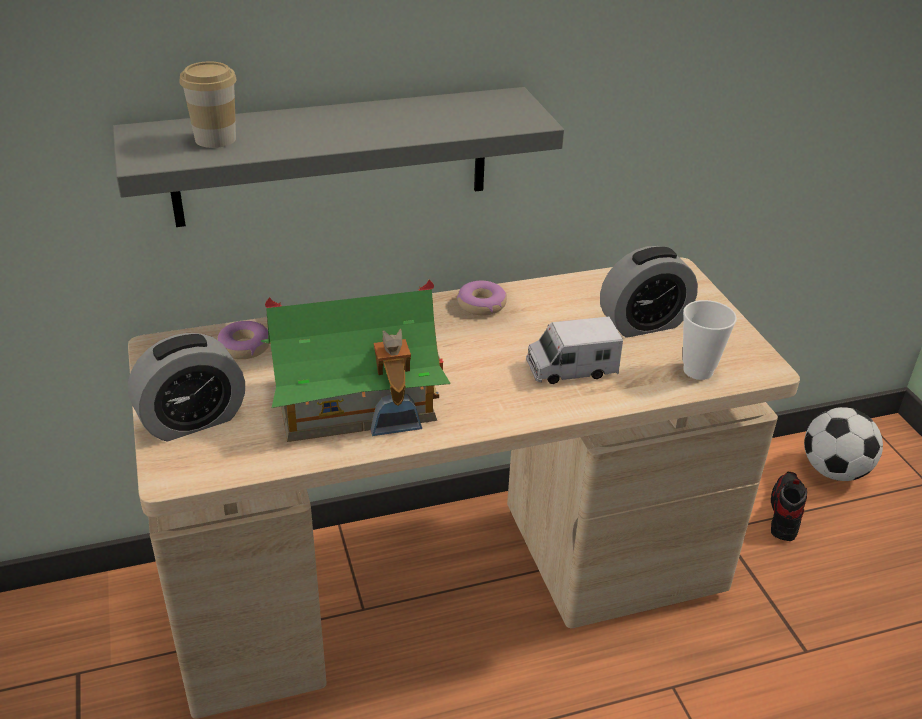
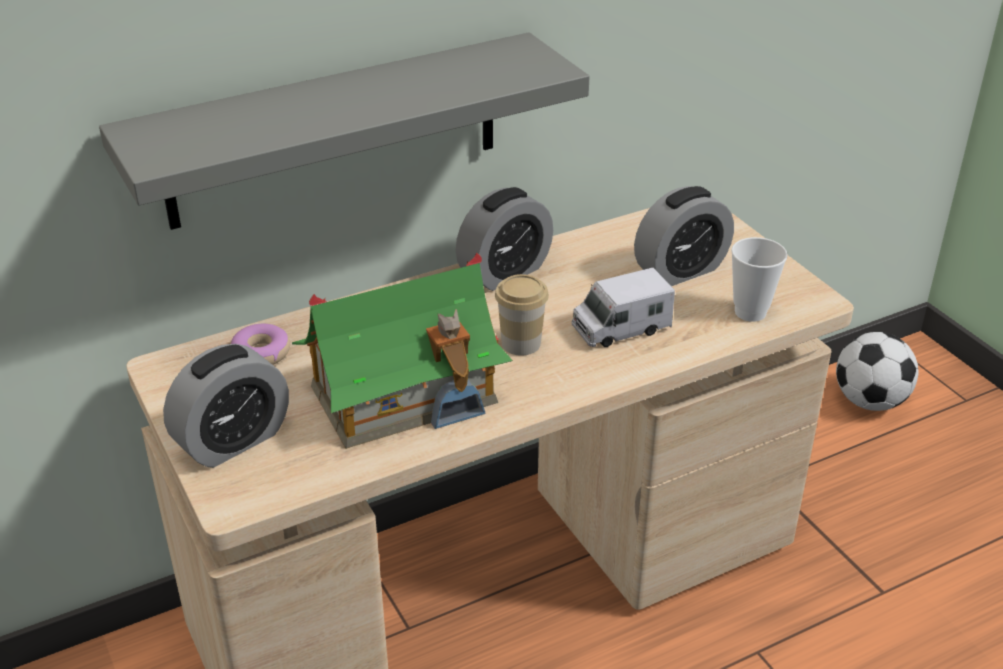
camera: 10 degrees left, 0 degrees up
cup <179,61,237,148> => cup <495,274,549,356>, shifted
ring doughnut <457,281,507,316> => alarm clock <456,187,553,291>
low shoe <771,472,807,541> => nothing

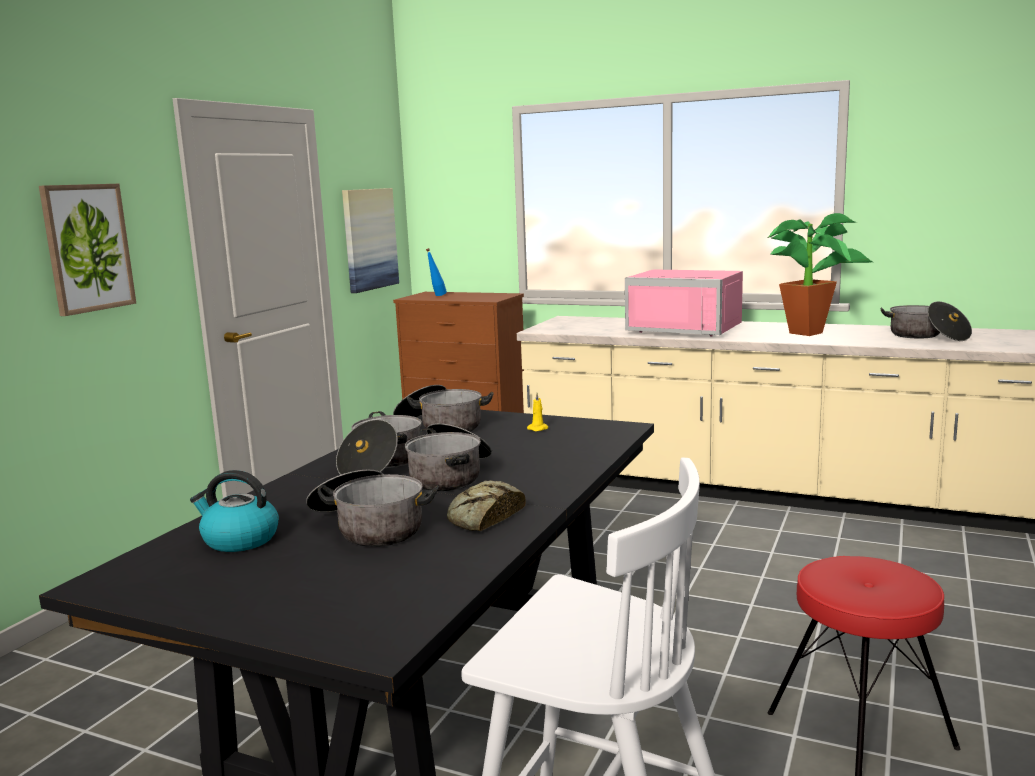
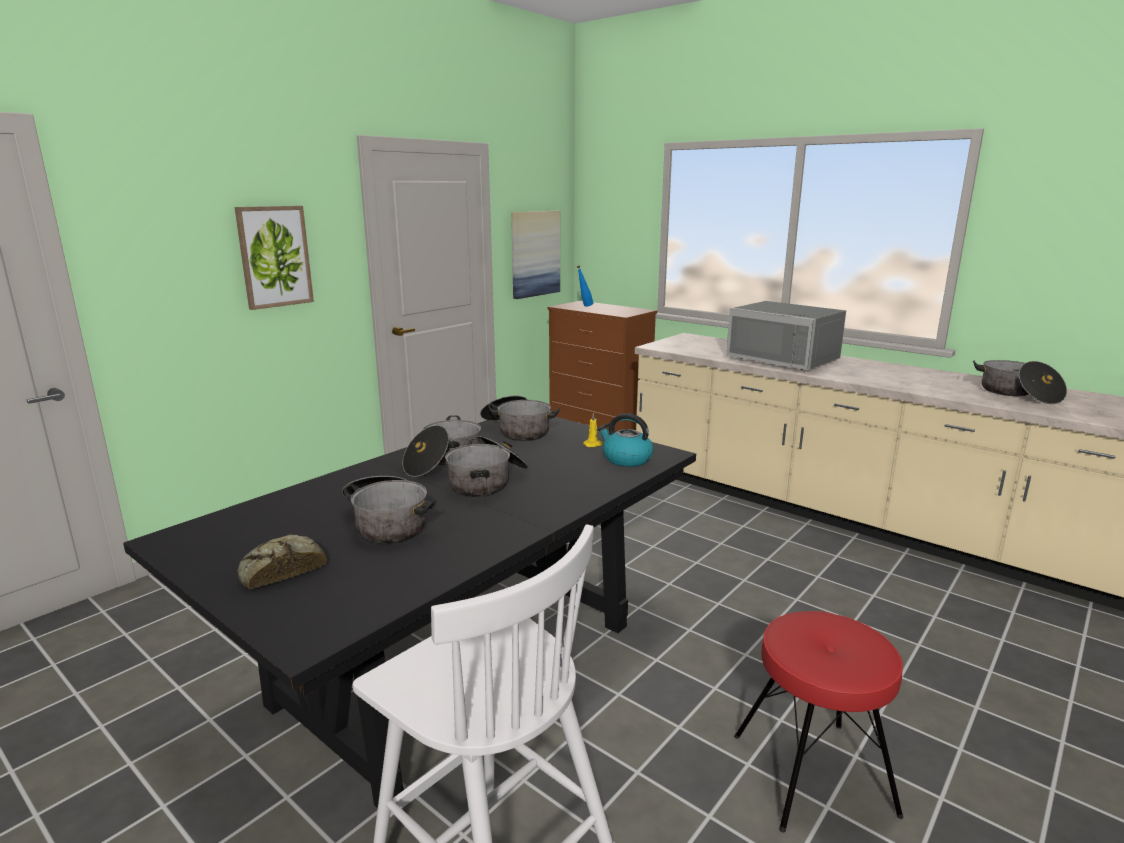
camera: 15 degrees right, 5 degrees up
potted plant <768,213,873,336> => nothing
pinkish kitchen microwave <625,269,743,336> => gray kitchen microwave <726,301,846,370>
kettle <190,470,279,552> => kettle <598,413,653,467>, shifted
baked bread <447,480,525,531> => baked bread <238,534,327,589>, shifted

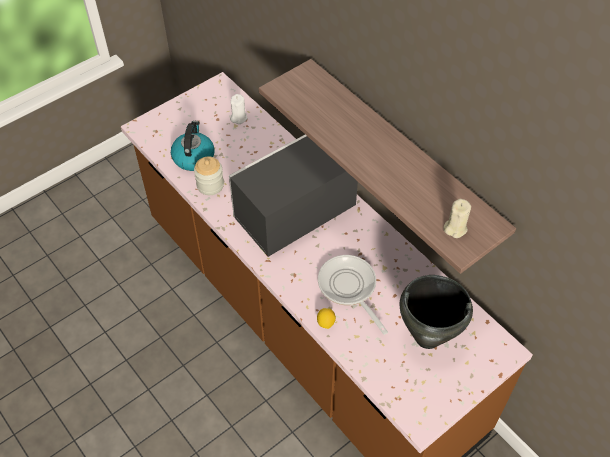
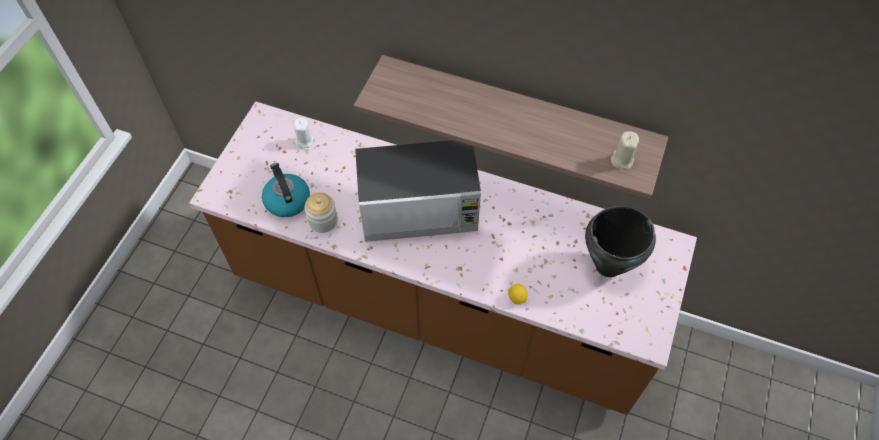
camera: 30 degrees left, 5 degrees up
kitchen microwave <229,135,358,257> => kitchen microwave <355,140,481,242>, 120 degrees counterclockwise
pan <318,255,388,335> => nothing

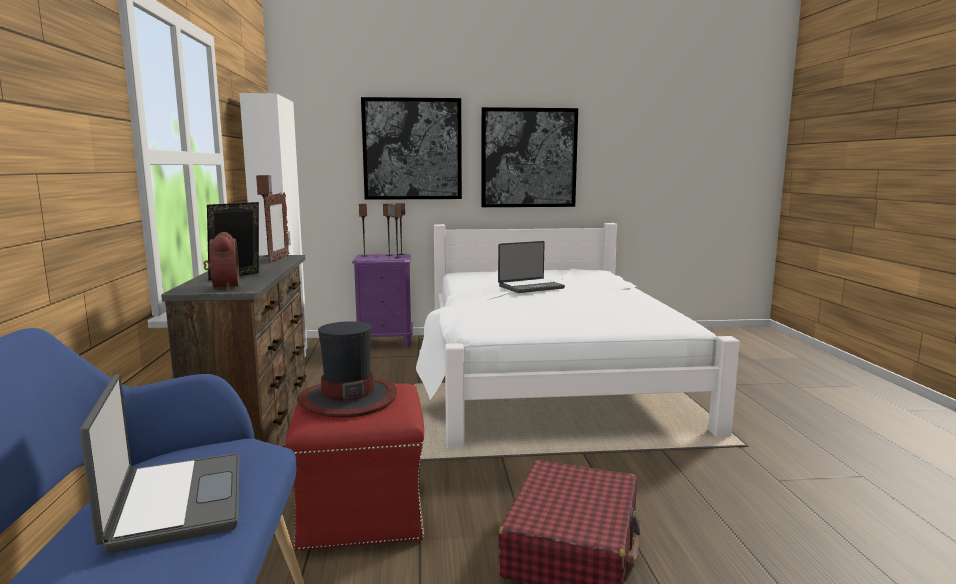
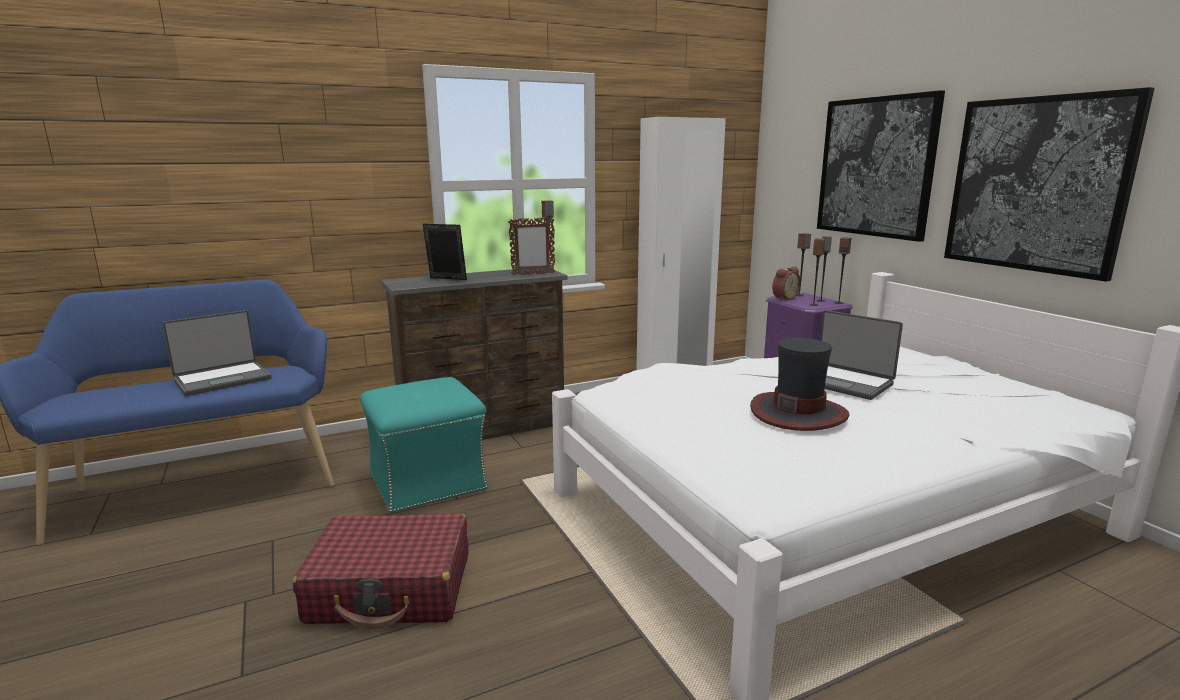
camera: 70 degrees right, 5 degrees up
alarm clock <203,232,239,290> => alarm clock <772,267,801,301>, shifted
hat <297,321,397,418> => hat <750,338,850,431>, shifted
red footrest <285,383,424,551> => blue-green footrest <360,377,488,513>

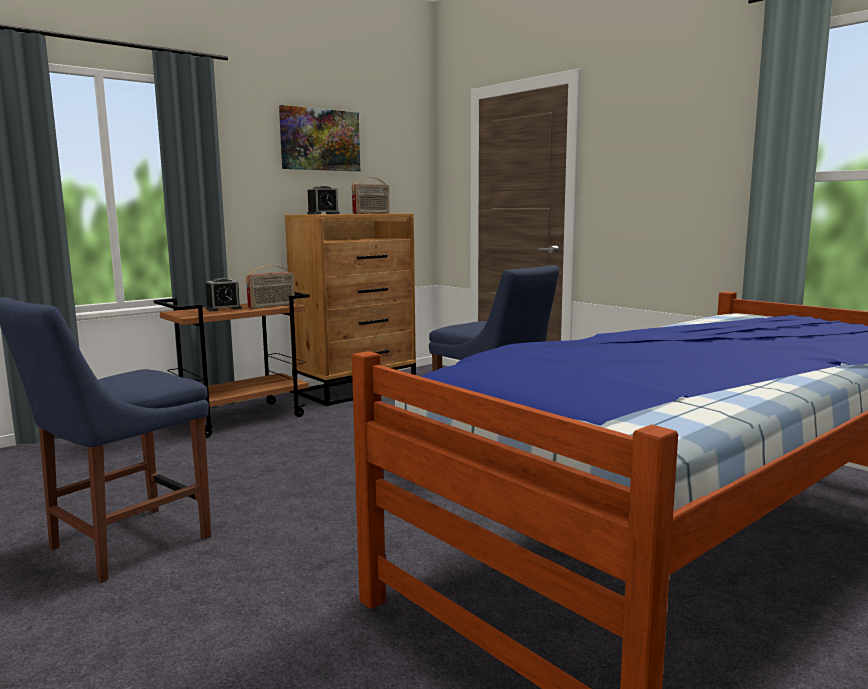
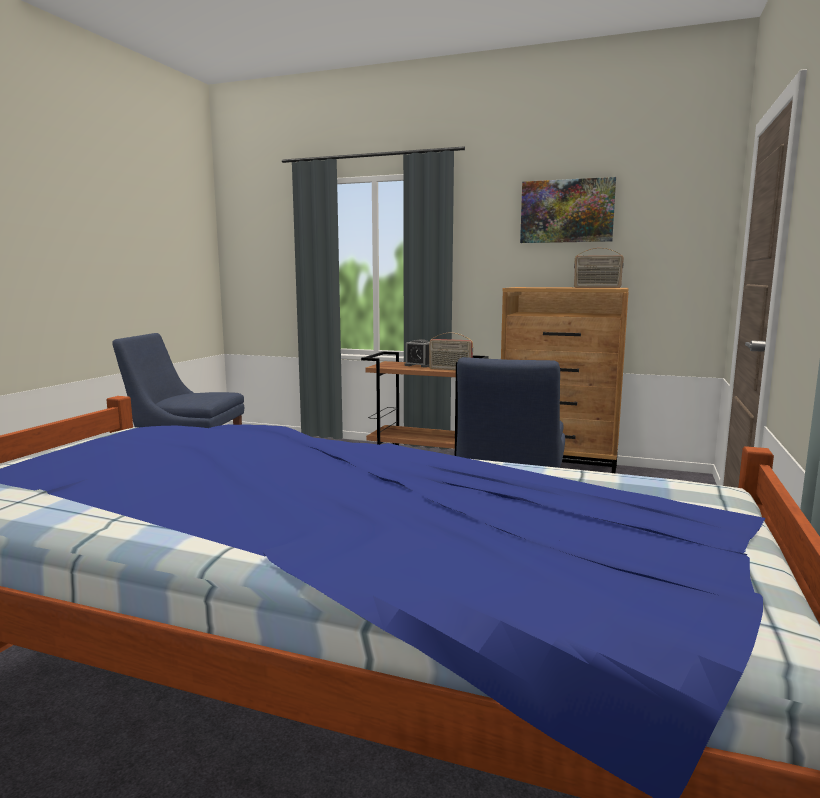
camera: 60 degrees right, 0 degrees up
alarm clock <307,186,340,214> => nothing

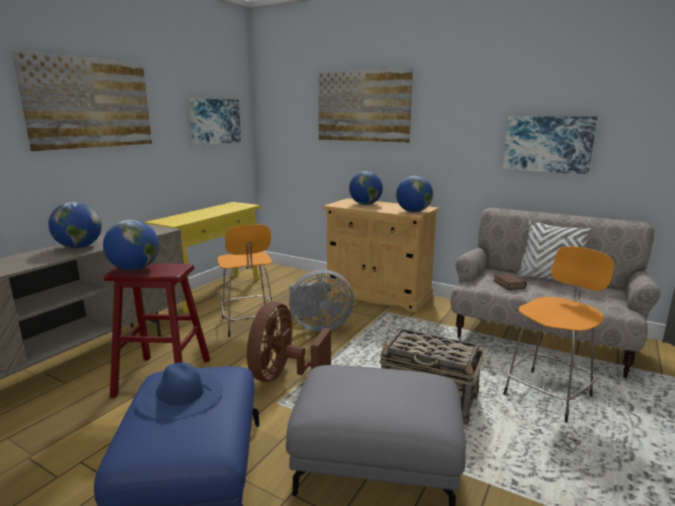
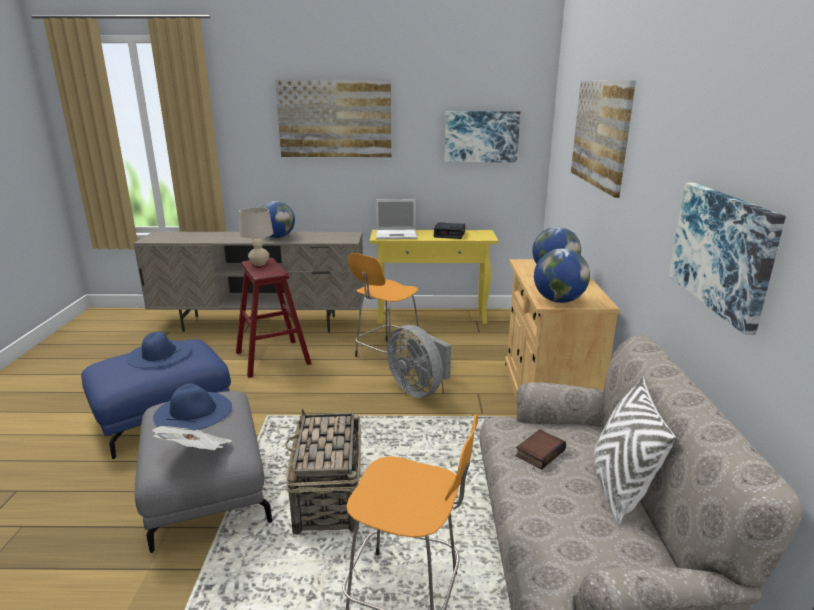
camera: 60 degrees right, 5 degrees up
world globe <103,220,159,271> => sand-coloured lamp for a table <239,207,273,266>
brown-coloured electric fan <247,302,331,382> => nothing
nothing => notebook computer <376,199,418,239>
nothing => alarm clock <434,223,465,239>
nothing => blue hat <153,384,232,430>
nothing => printed paper <152,426,232,450>

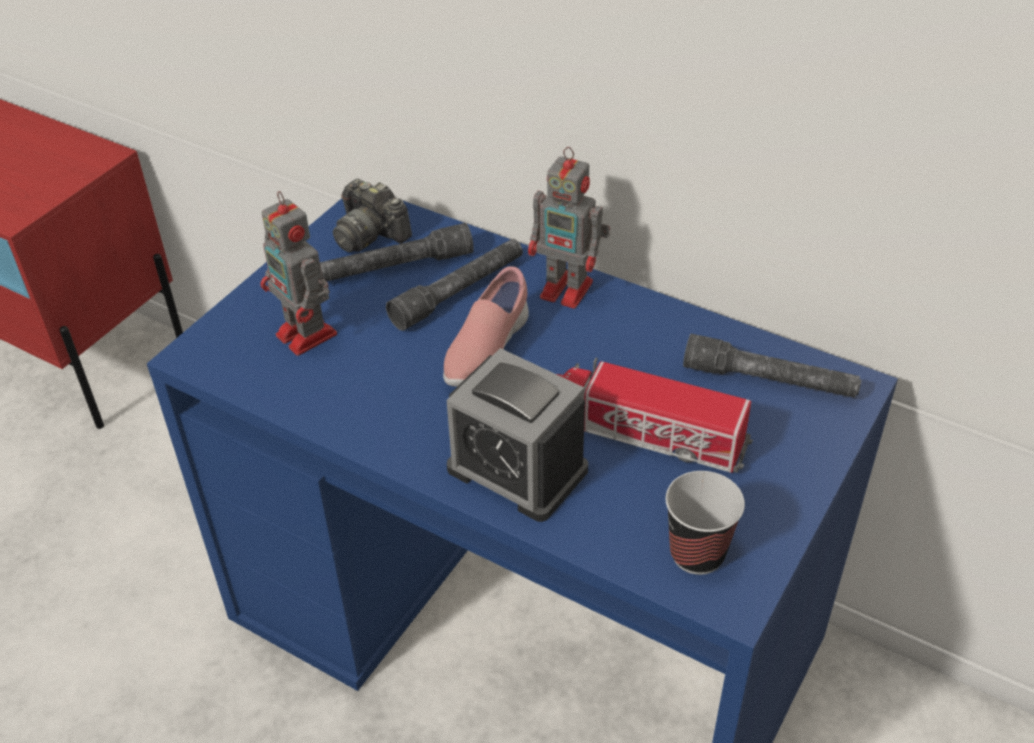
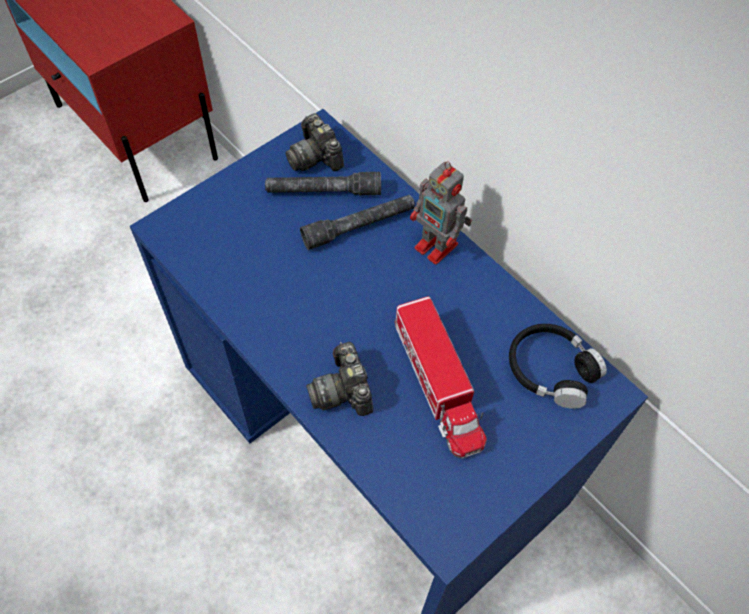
camera: 15 degrees right, 15 degrees up
model robot <260,191,337,356> => nothing
pinkish low shoe <443,266,529,387> => nothing
gray hand torch <683,334,861,398> => blackish headset <509,324,607,409>
alarm clock <447,348,588,522> => still camera <306,342,373,416>
toy truck <557,357,753,473> => toy truck <395,296,487,459>, 150 degrees counterclockwise
cup <666,471,745,575> => nothing

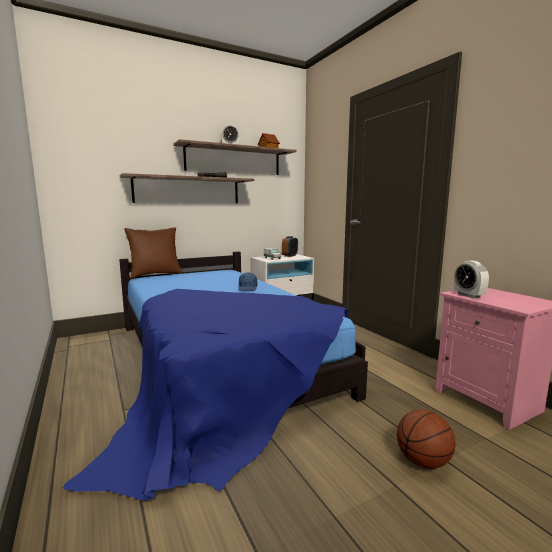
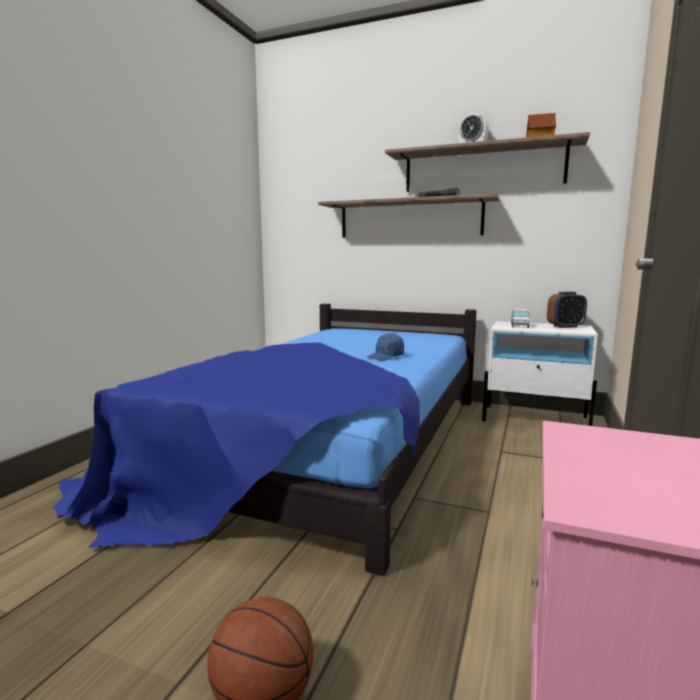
camera: 50 degrees right, 0 degrees up
brown-coloured pillow <124,227,183,279> => nothing
alarm clock <454,260,489,298> => nothing

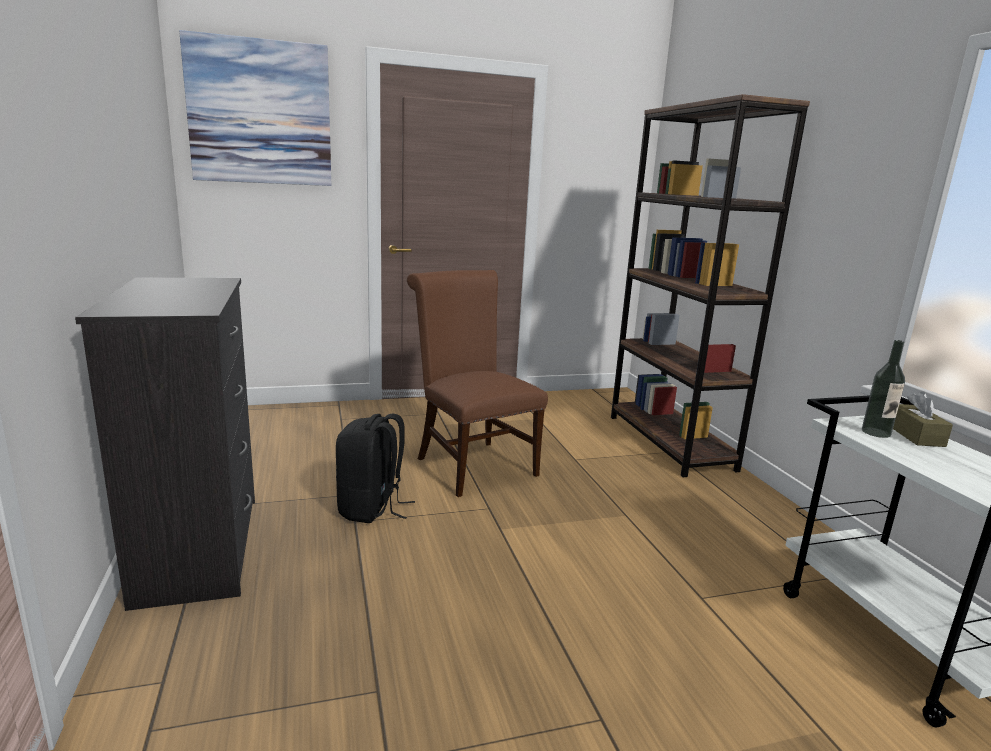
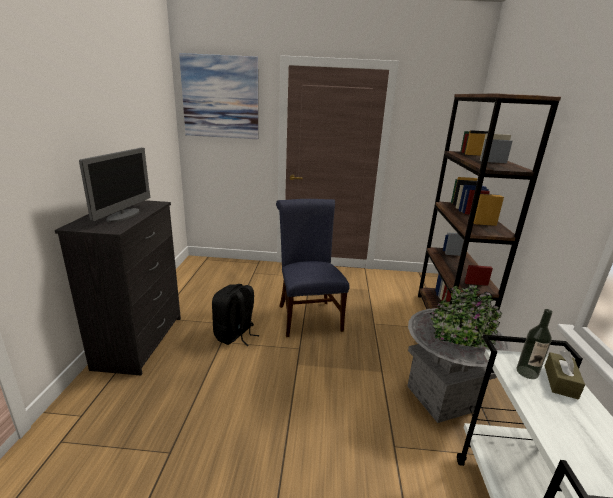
camera: 20 degrees right, 5 degrees up
brown-coloured plain chair <407,270,548,497> => blue plain chair <276,199,349,337>
nothing => computer display <79,148,150,222>
nothing => gray plant pot <407,284,511,423>

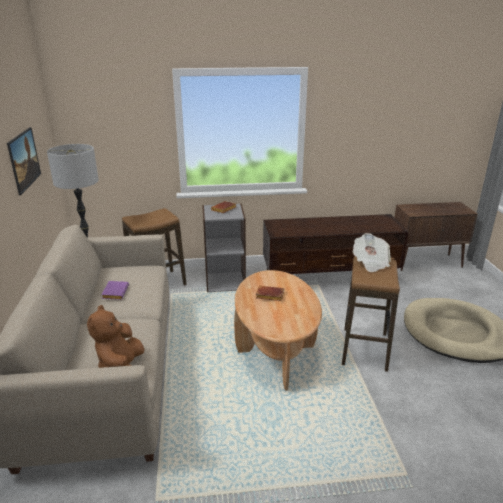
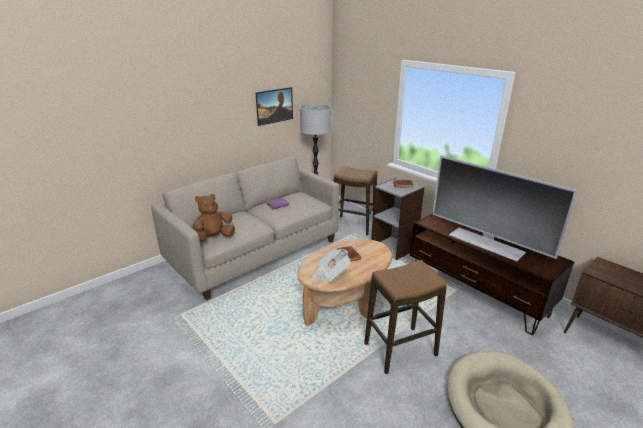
camera: 55 degrees right, 0 degrees up
printed paper <353,233,391,272> => printed paper <313,249,351,283>, shifted
nothing => TV set <432,156,578,262>

